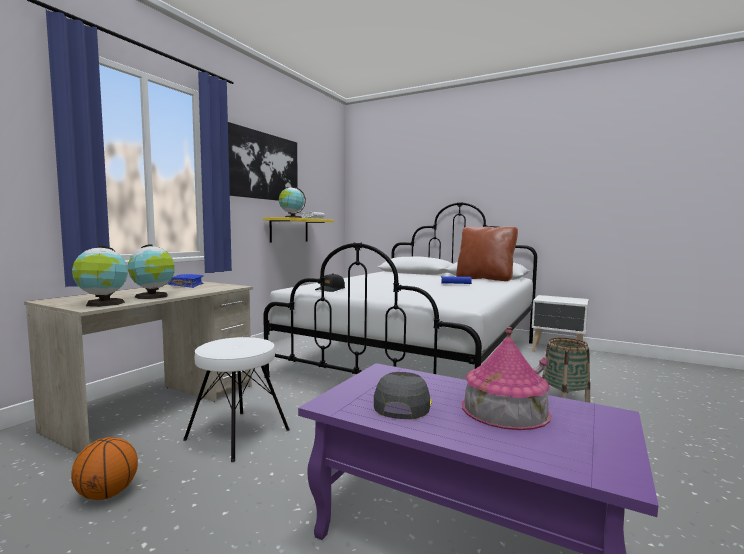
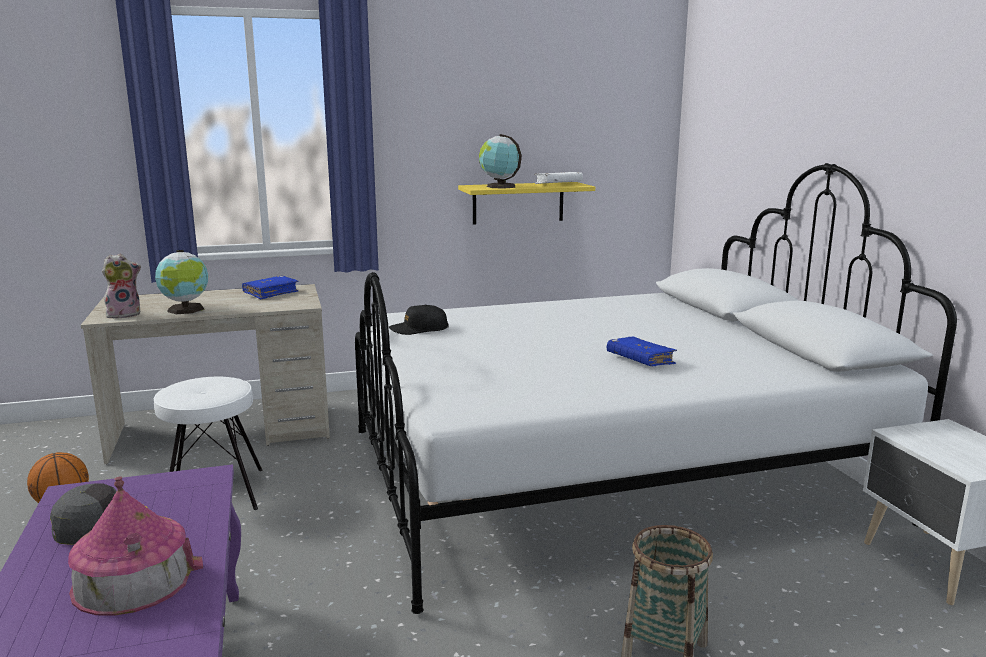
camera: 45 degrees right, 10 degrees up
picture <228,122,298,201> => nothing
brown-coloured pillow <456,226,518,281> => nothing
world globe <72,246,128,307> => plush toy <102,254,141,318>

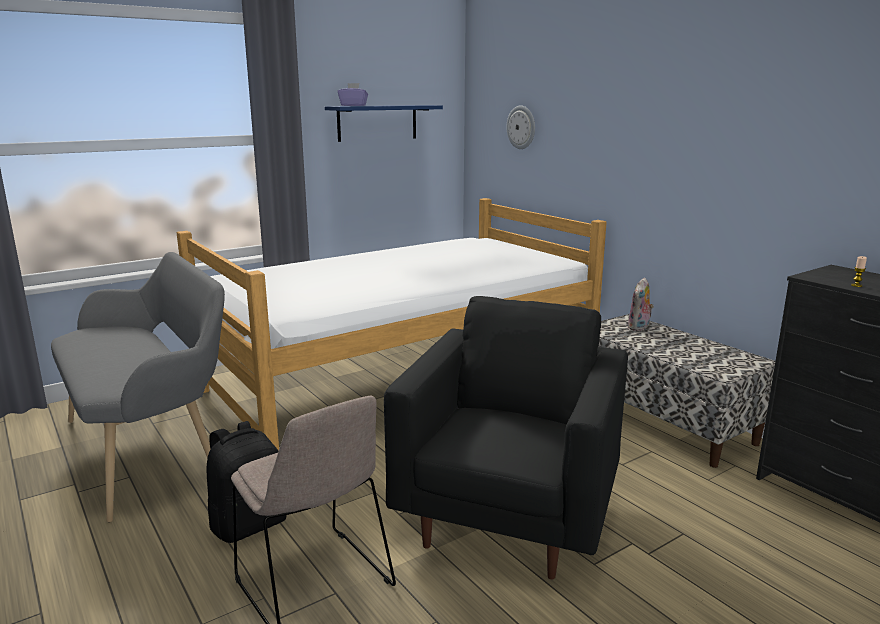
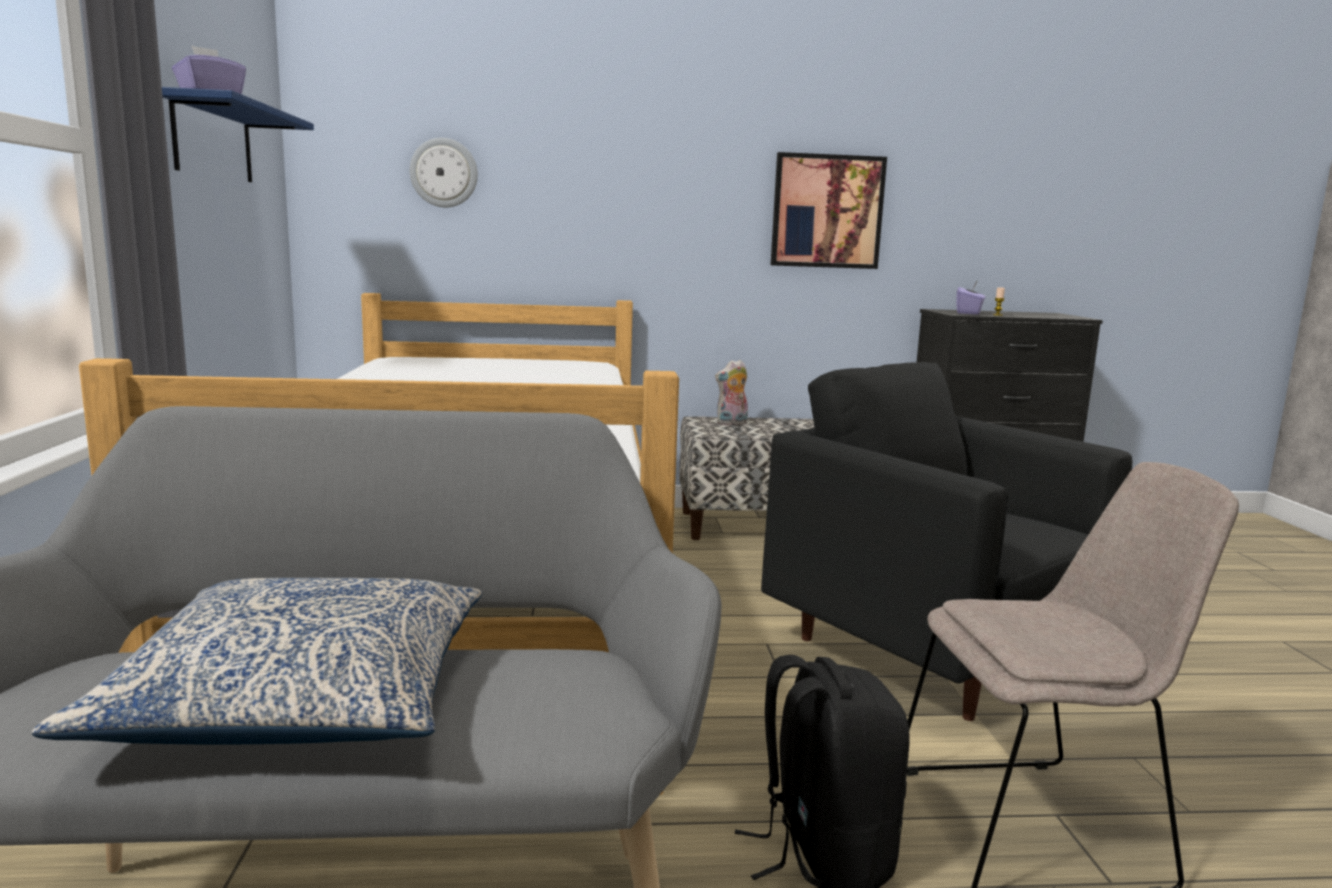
camera: 60 degrees left, 5 degrees down
plush toy <628,277,654,331> => plush toy <715,360,748,426>, 90 degrees clockwise
nothing => picture <771,152,887,269>
nothing => purplish tissue holder <956,281,986,315>
nothing => pillow <32,578,482,744>

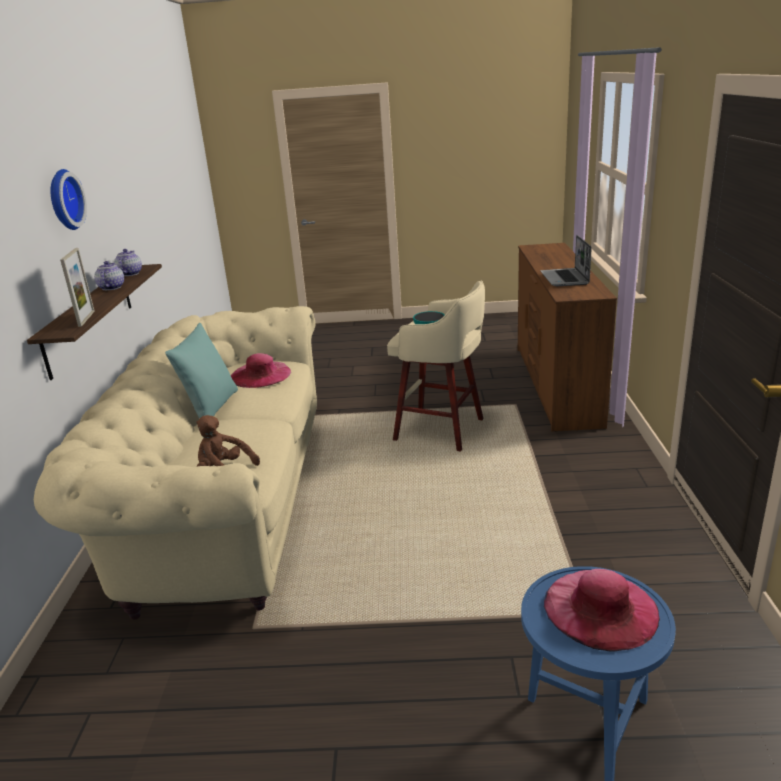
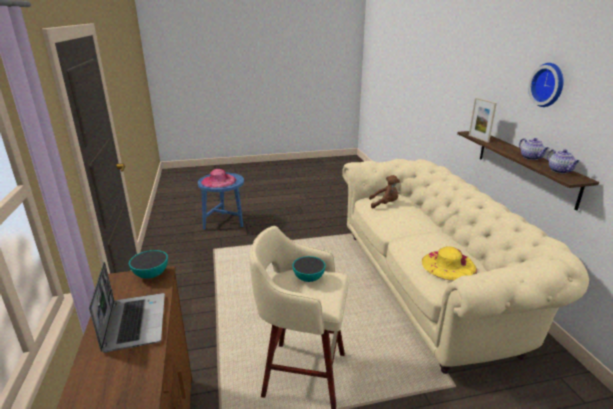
camera: 165 degrees right, 0 degrees up
blue-green pillow <165,323,238,419> => nothing
pinkish hat <231,353,291,388> => yellowish hat <422,246,477,281>
nothing => bowl <129,250,168,279>

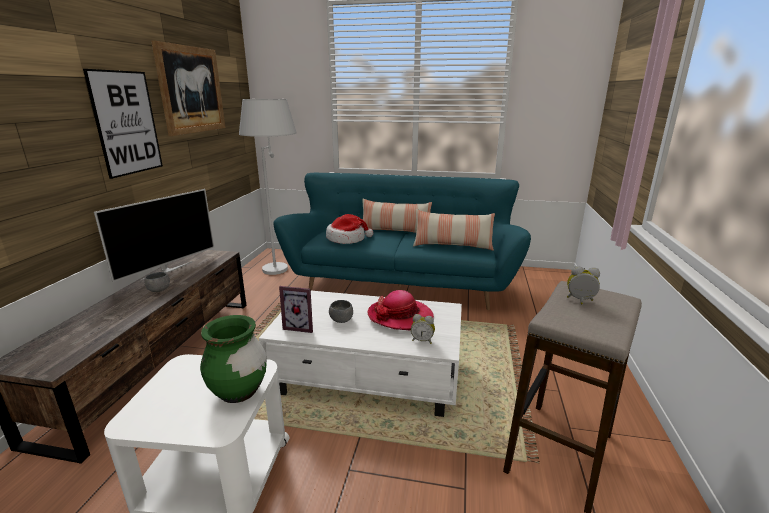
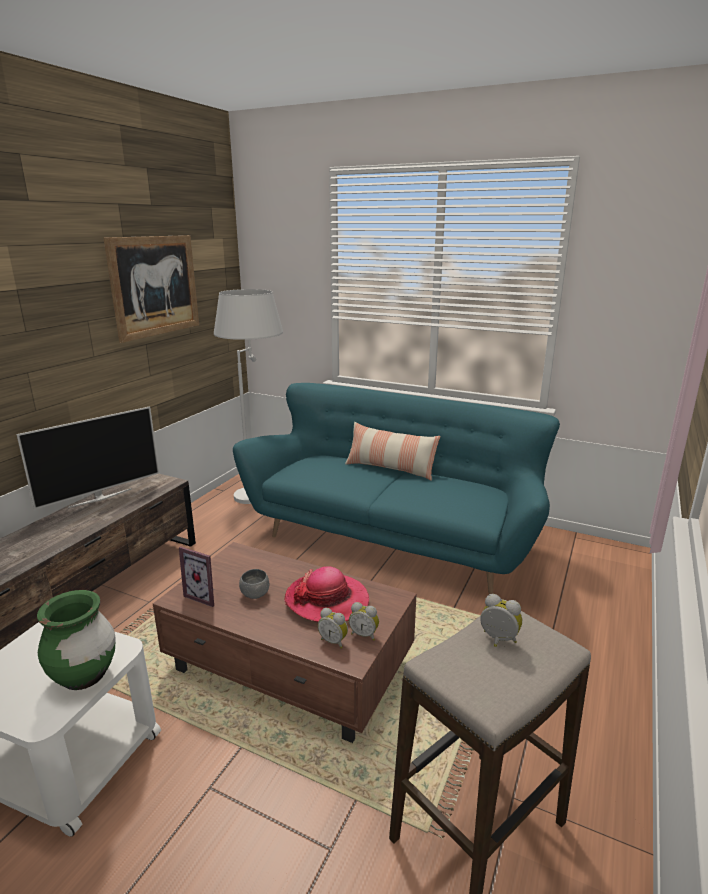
camera: 15 degrees right, 0 degrees up
picture <83,69,163,179> => nothing
pillow <413,209,495,251> => nothing
hat <326,214,373,244> => nothing
gray bowl <145,272,170,292> => nothing
whitish lounge table <259,291,462,417> => brown-coloured lounge table <153,542,417,743>
nothing => alarm clock <349,602,379,641>

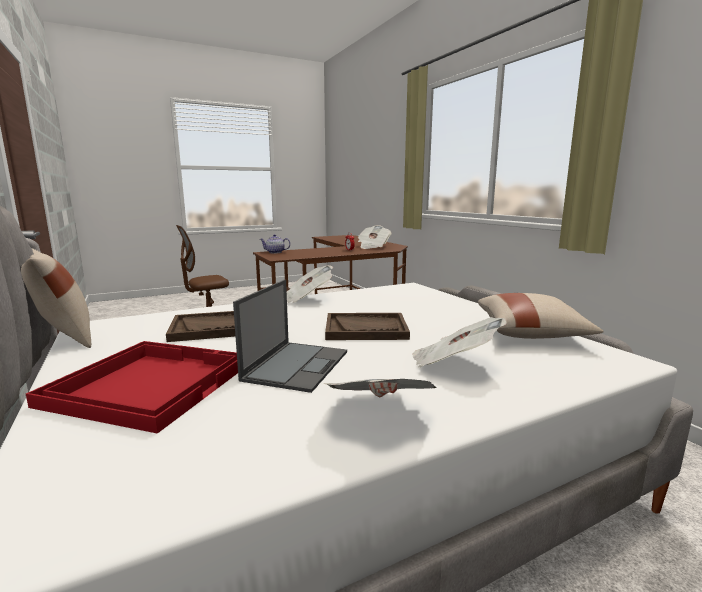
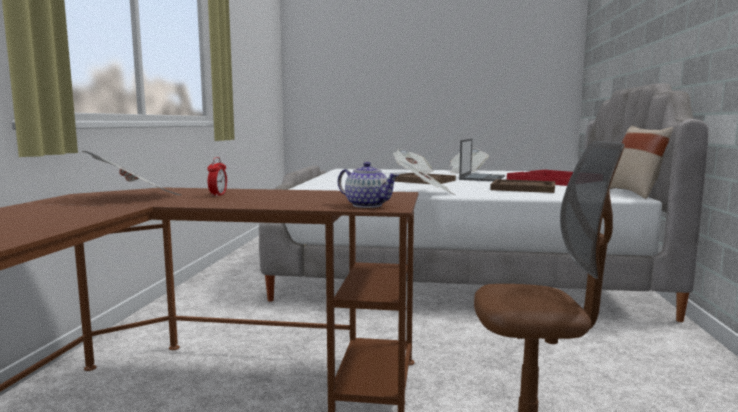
camera: 145 degrees left, 5 degrees down
notebook computer <233,280,347,393> => notebook computer <459,139,505,181>, 150 degrees clockwise
sand-coloured pillow <478,293,604,339> => nothing

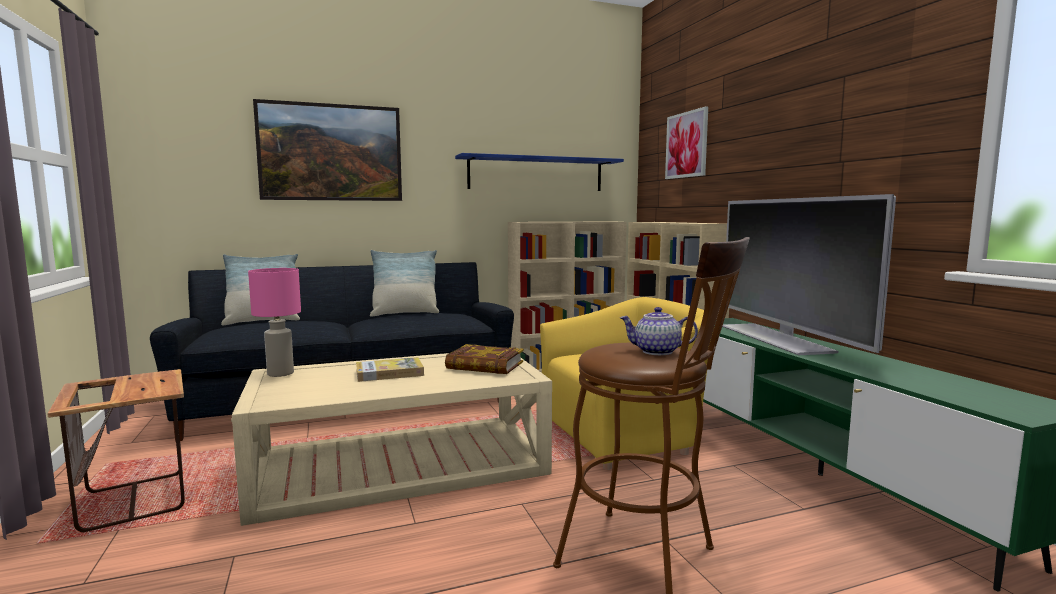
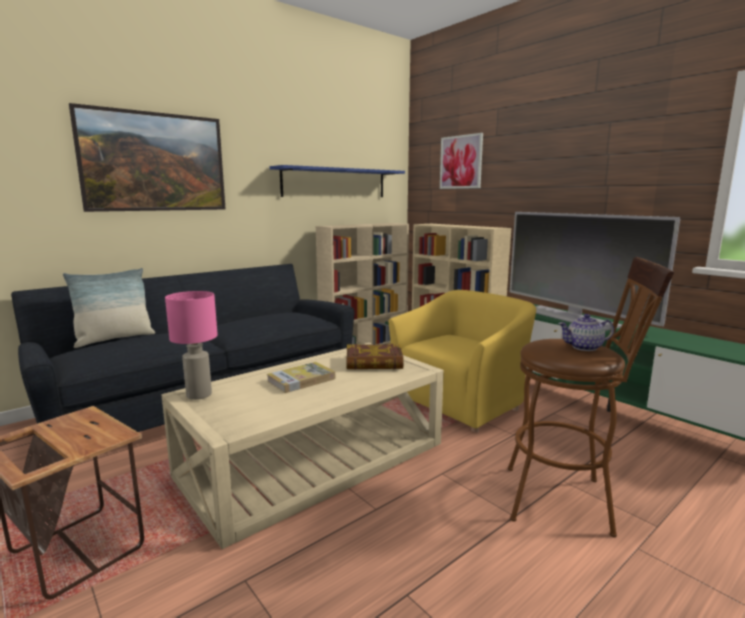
camera: 20 degrees left, 5 degrees up
pillow <370,250,439,317> => nothing

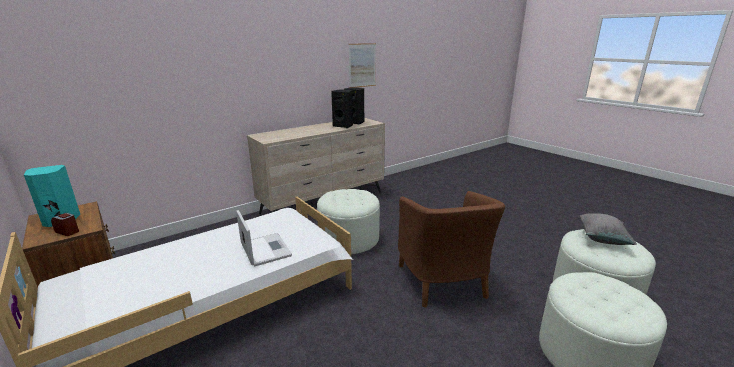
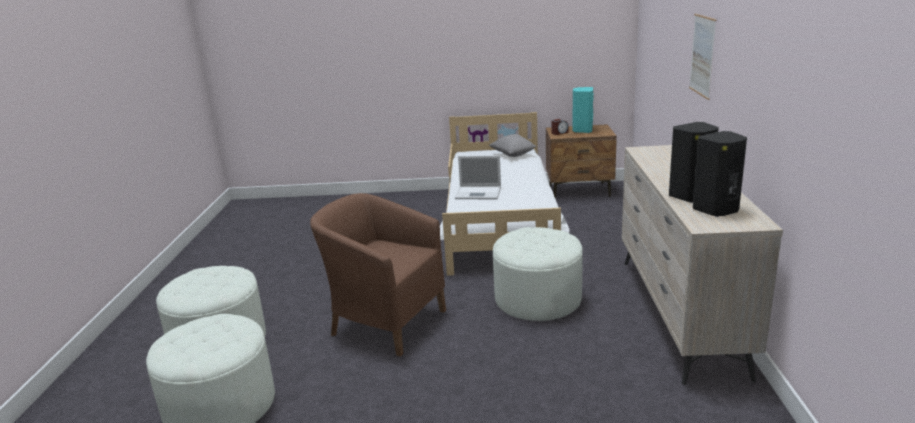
camera: 130 degrees right, 0 degrees up
picture <349,43,376,88> => picture <689,14,716,100>, shifted
gray pillow <579,213,637,245> => gray pillow <489,134,536,157>, shifted

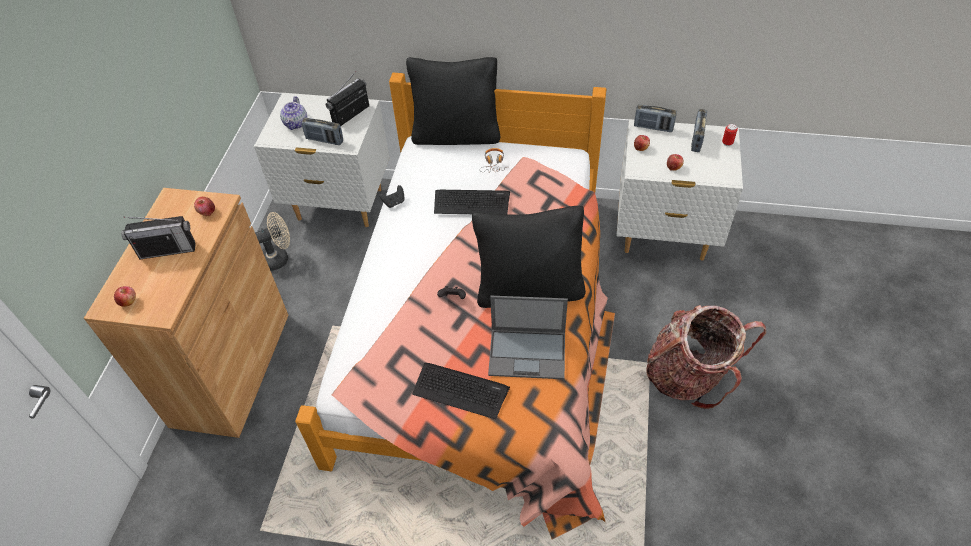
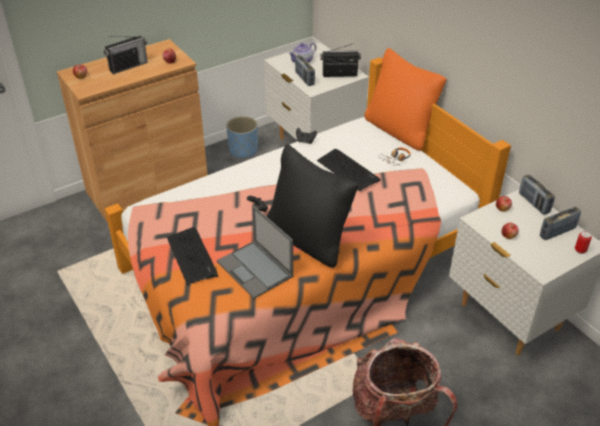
camera: 45 degrees right, 10 degrees down
blackish pillow <406,57,500,145> => orange pillow <364,48,447,151>
sand-coloured electric fan <255,212,290,271> => blue plant pot <226,116,258,159>
radio <121,216,196,259> => radio <104,36,148,74>, 75 degrees counterclockwise

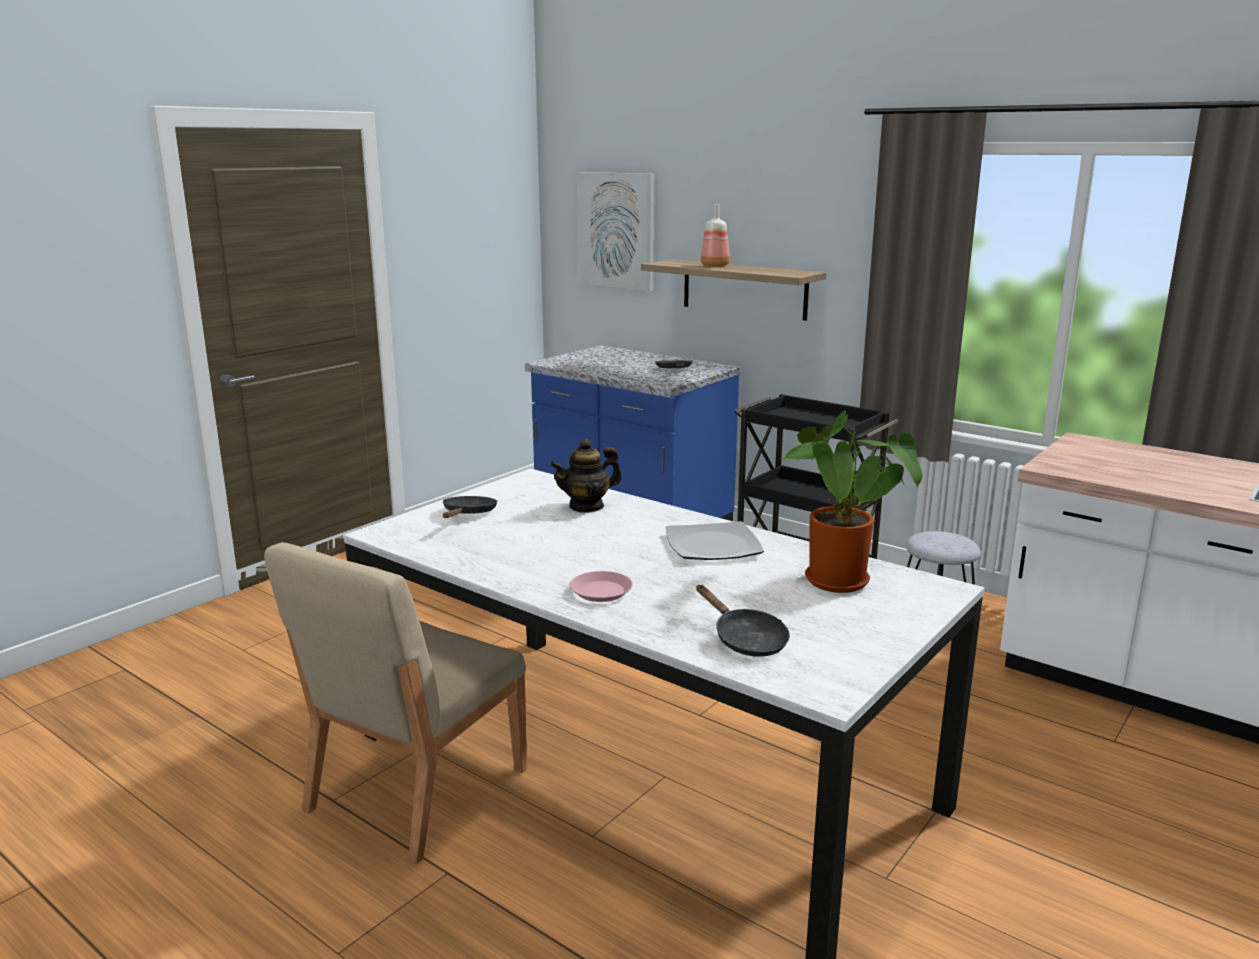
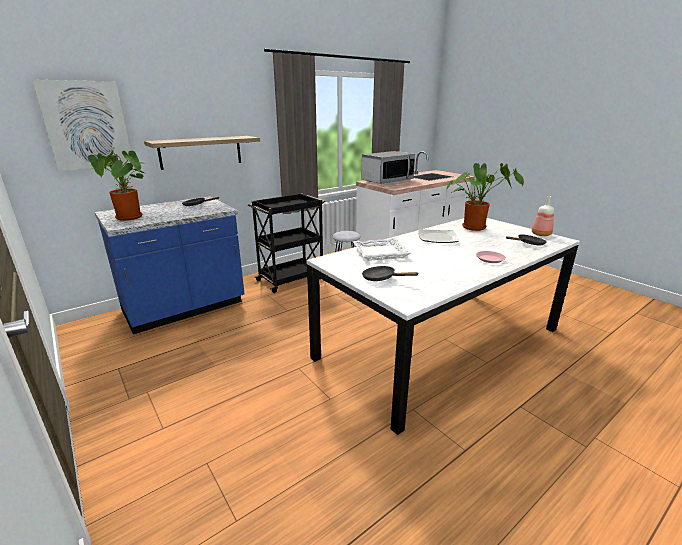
camera: 75 degrees left, 5 degrees up
drink bottle <701,204,730,267> => drink bottle <532,196,554,236>, shifted
pot for tea <550,439,622,513> => whitish tray <353,238,411,261>
sand-coloured plain chair <264,542,527,864> => nothing
nothing => potted plant <88,147,144,221>
nothing => kitchen microwave <361,151,415,184>

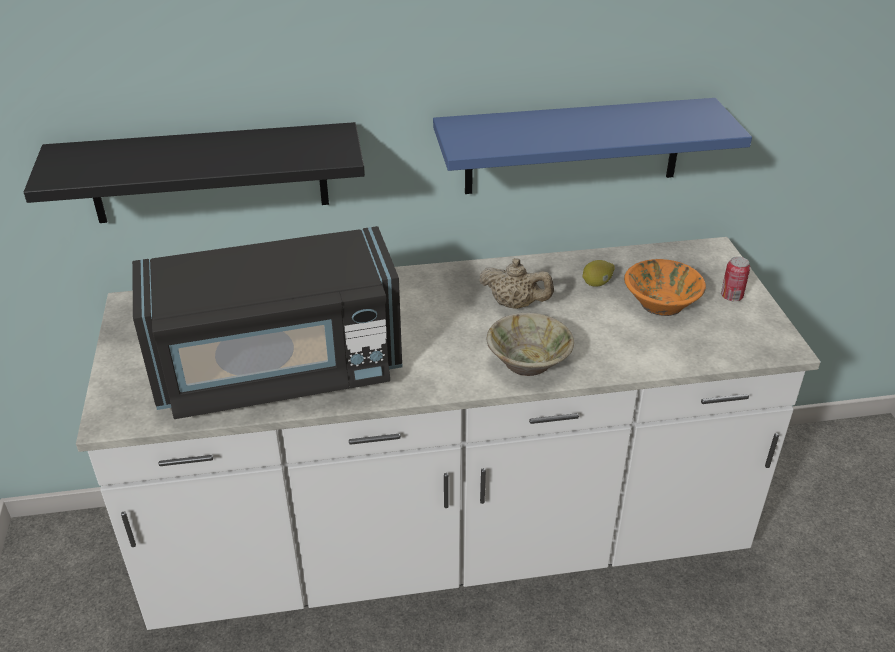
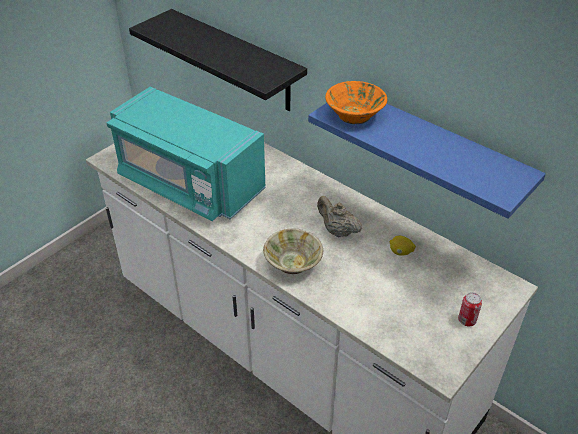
camera: 50 degrees right, 5 degrees up
blackish kitchen microwave <132,226,403,419> => blue-green kitchen microwave <106,87,266,221>
sand-coloured pot for tea <479,258,554,309> => sand-coloured pot for tea <317,196,362,237>, 150 degrees clockwise
orange bowl <624,259,706,316> => orange bowl <325,81,387,124>, shifted

